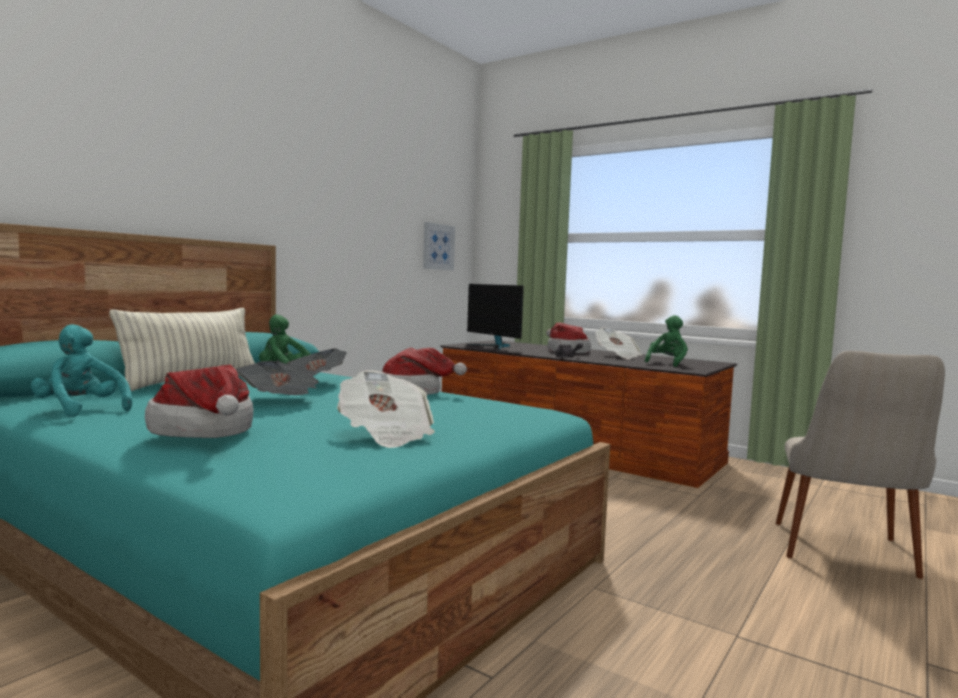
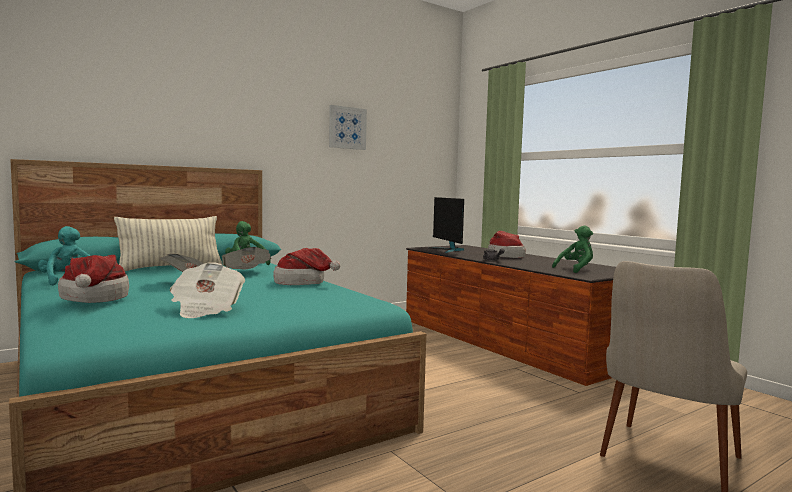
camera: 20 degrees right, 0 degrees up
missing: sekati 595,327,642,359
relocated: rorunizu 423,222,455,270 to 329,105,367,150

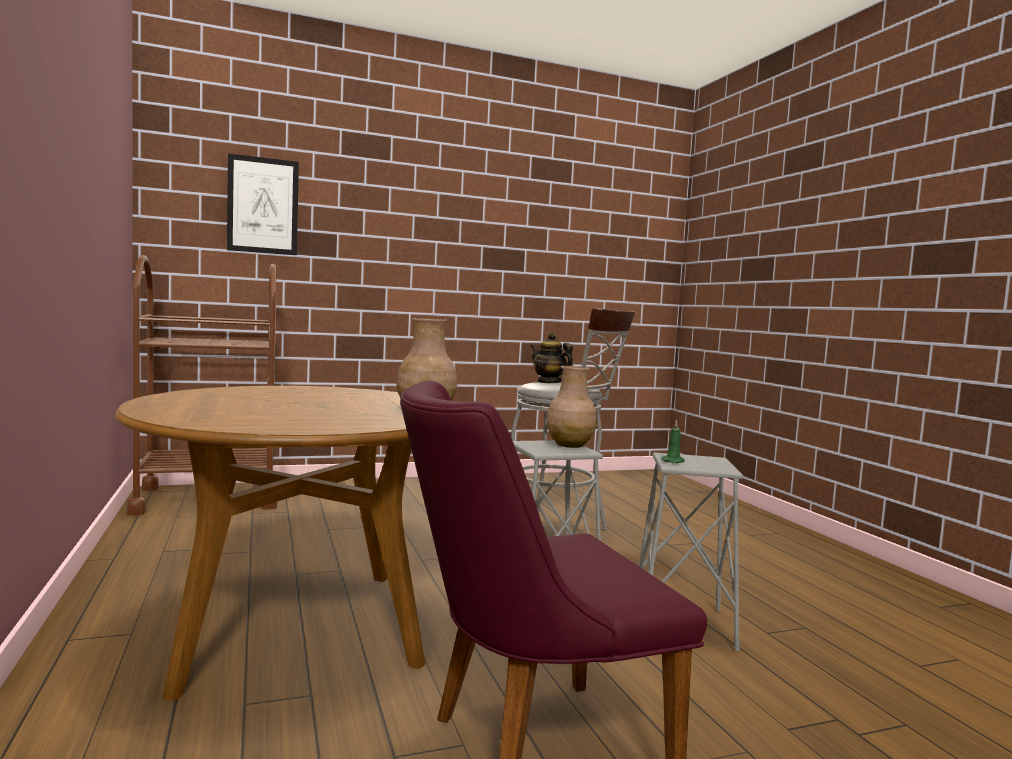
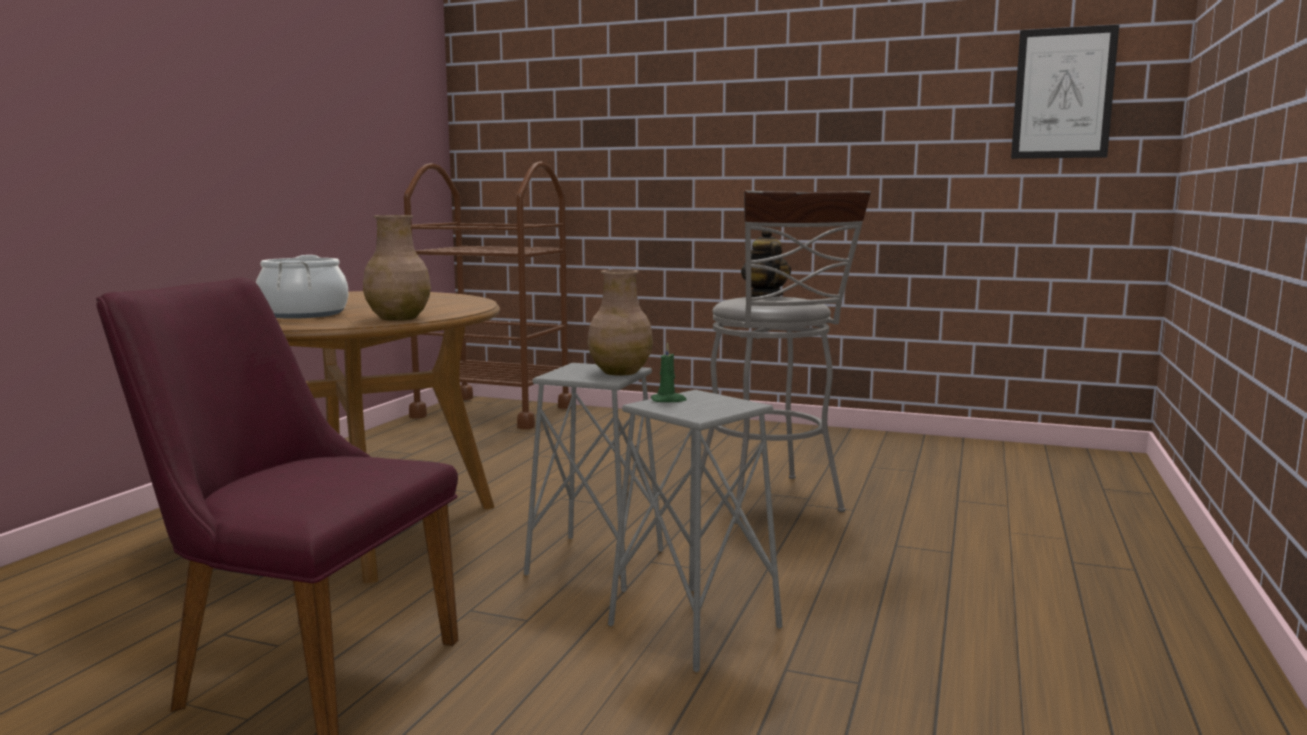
camera: 40 degrees right, 5 degrees up
appeared: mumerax 256,255,348,319
relocated: rorunizu 227,154,299,255 to 1011,25,1119,159

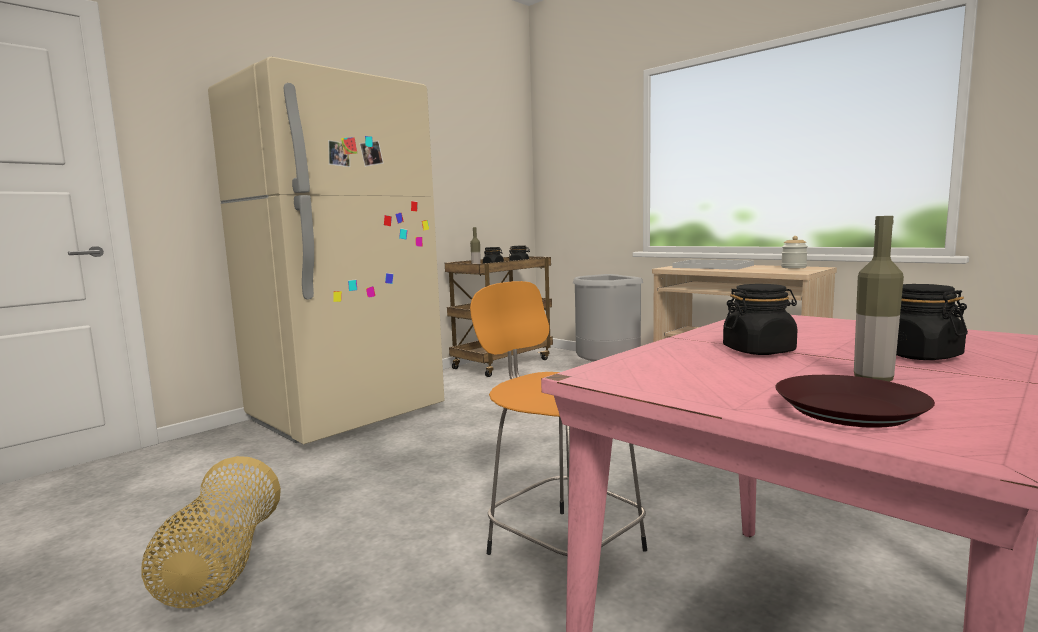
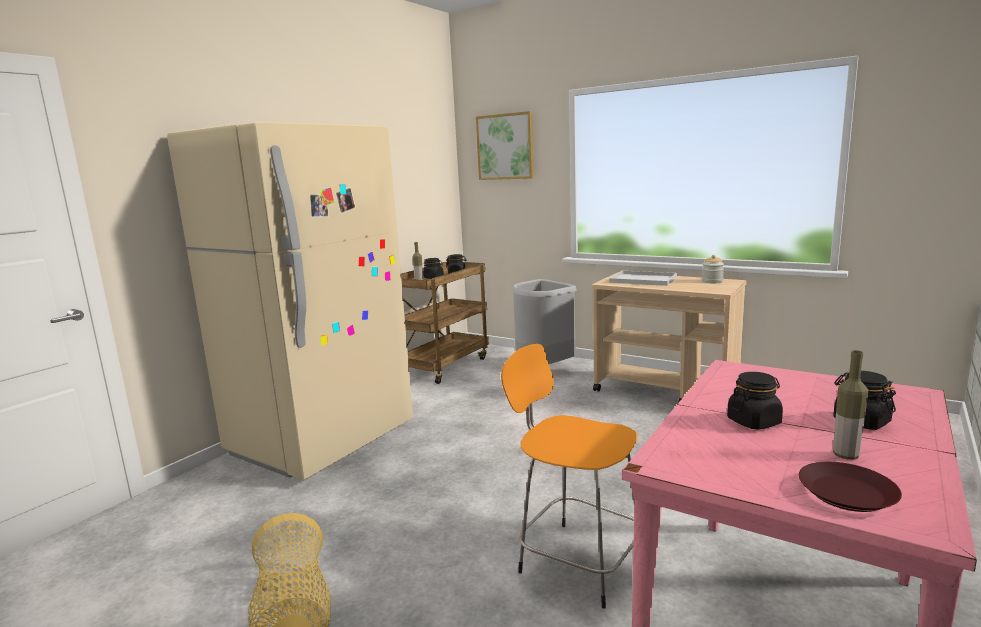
camera: 10 degrees left, 5 degrees up
appeared: rorunizu 476,111,534,180

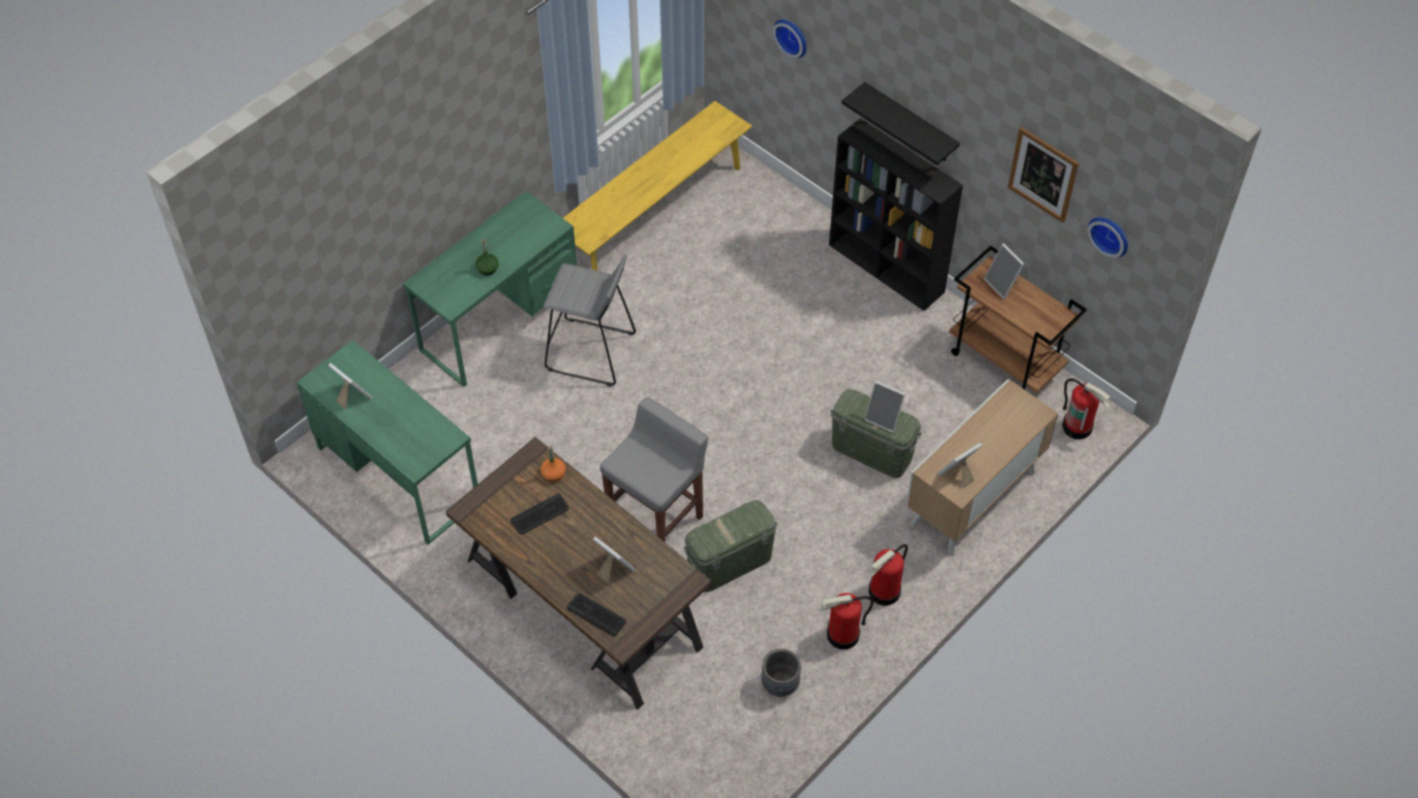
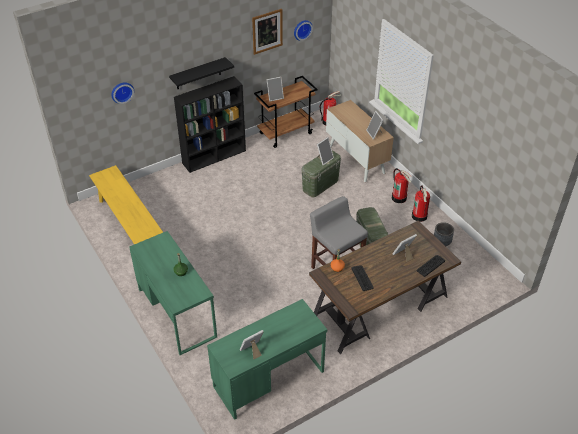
camera: 75 degrees left, 10 degrees down
missing: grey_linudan 544,255,636,386

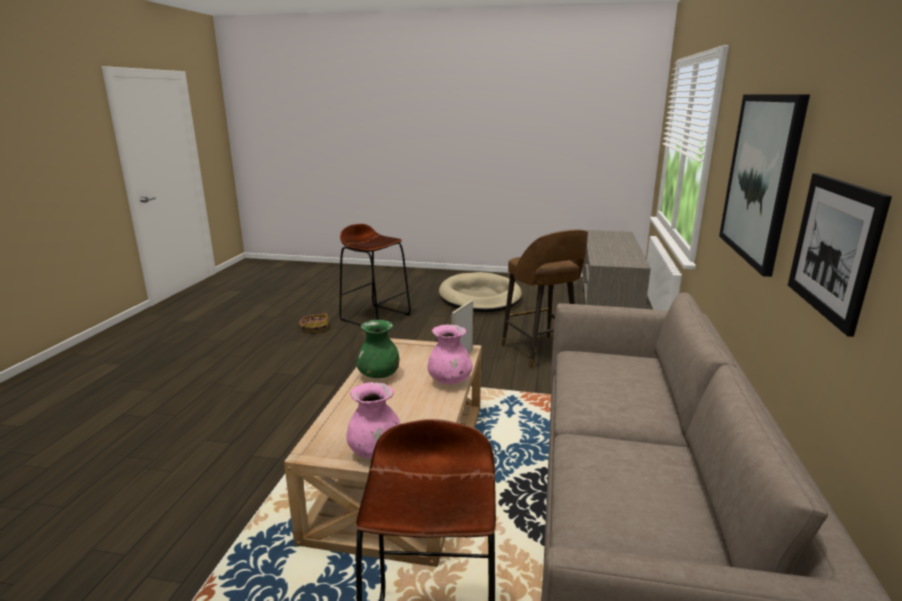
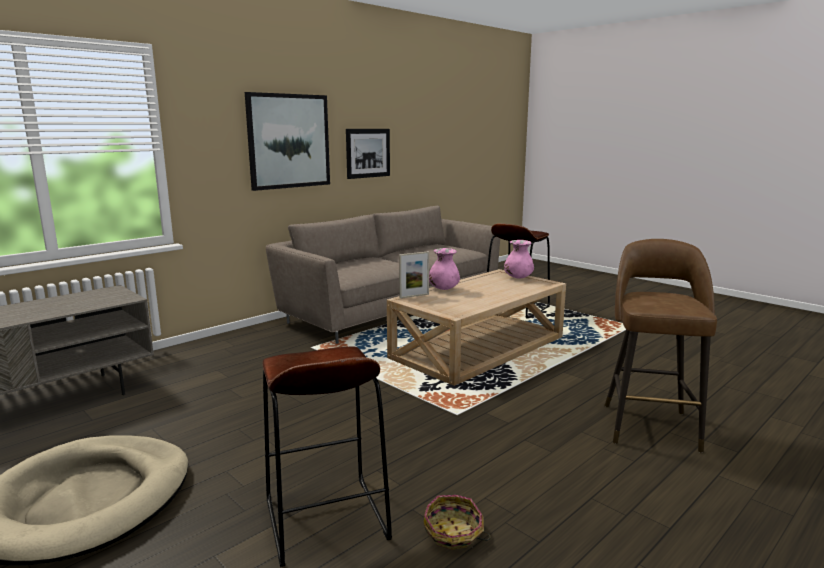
camera: 145 degrees left, 5 degrees down
missing: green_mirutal 356,320,399,378
relocated: brown_linudan 501,229,588,369 to 604,239,717,453

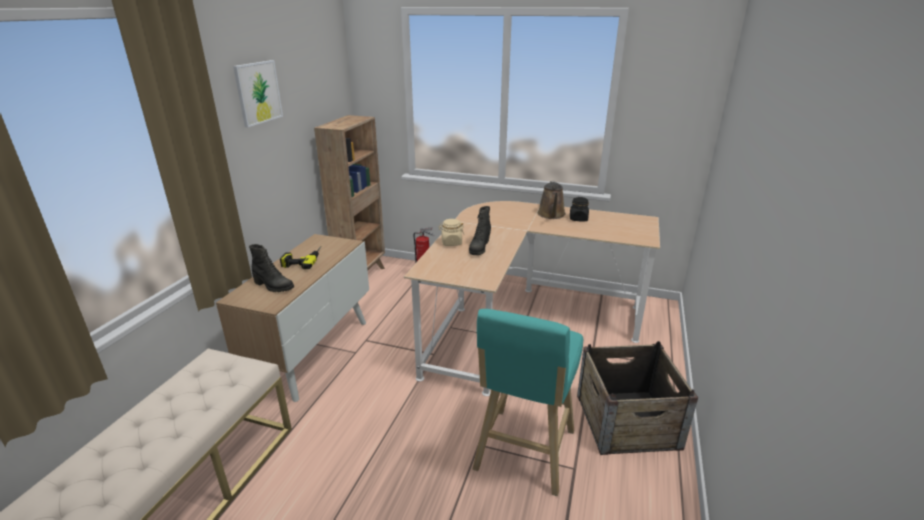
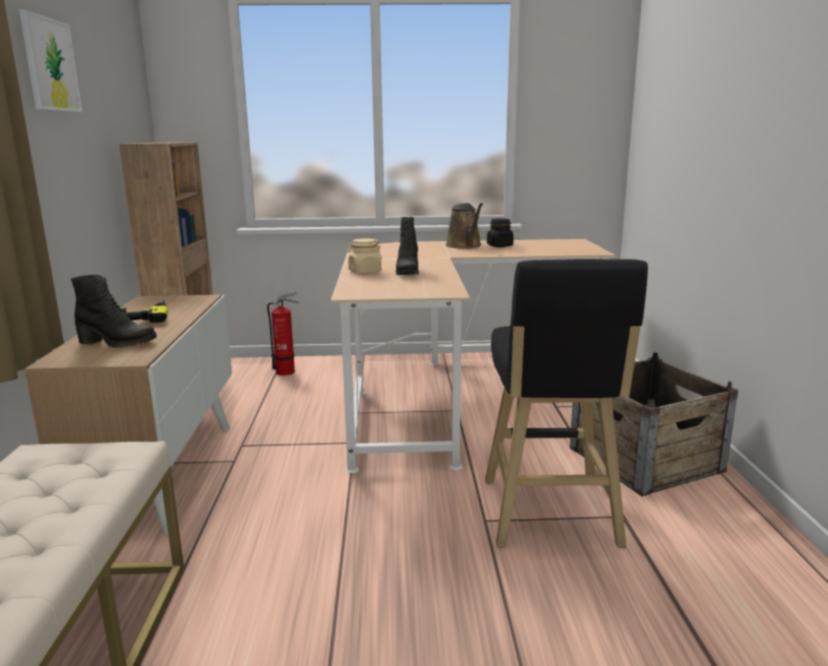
camera: 20 degrees left, 10 degrees down
colour: turquoise_linudan 472,309,583,496 to black_linudan 485,259,648,548

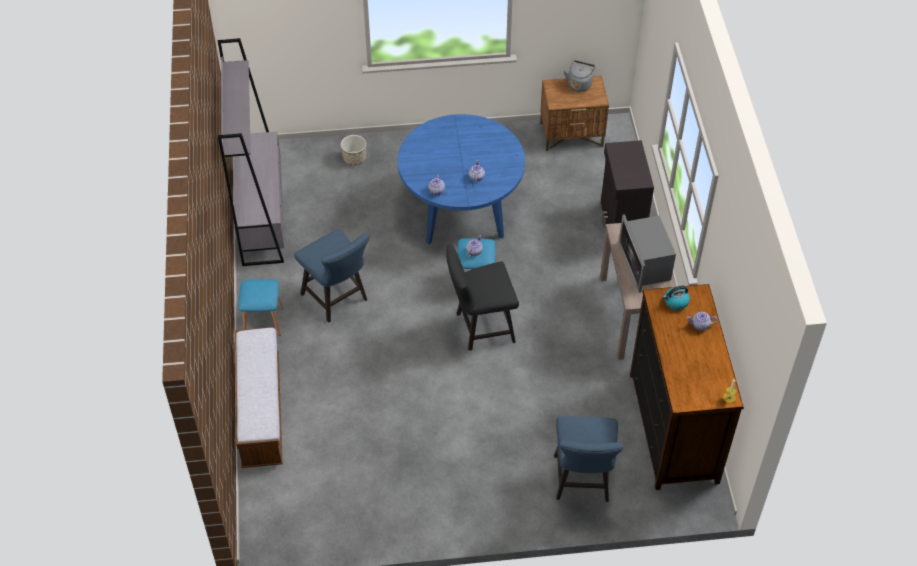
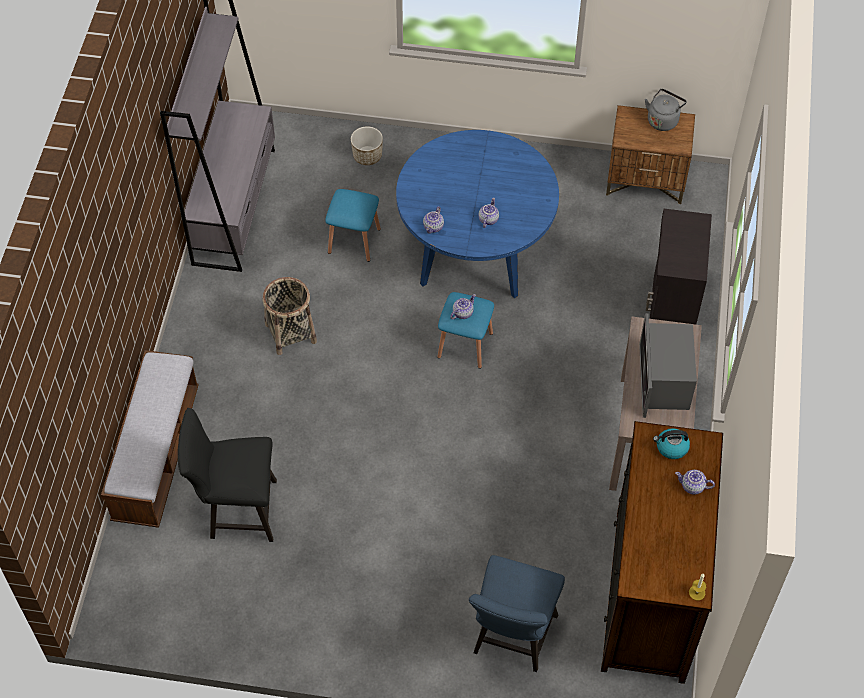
camera: 15 degrees right, 5 degrees up
relocated: blue_linudan 238,279,283,336 to 325,189,381,262; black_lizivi 446,245,519,351 to 178,408,277,542
exchanged: blue_lizivi 294,229,370,322 to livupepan 263,277,317,355

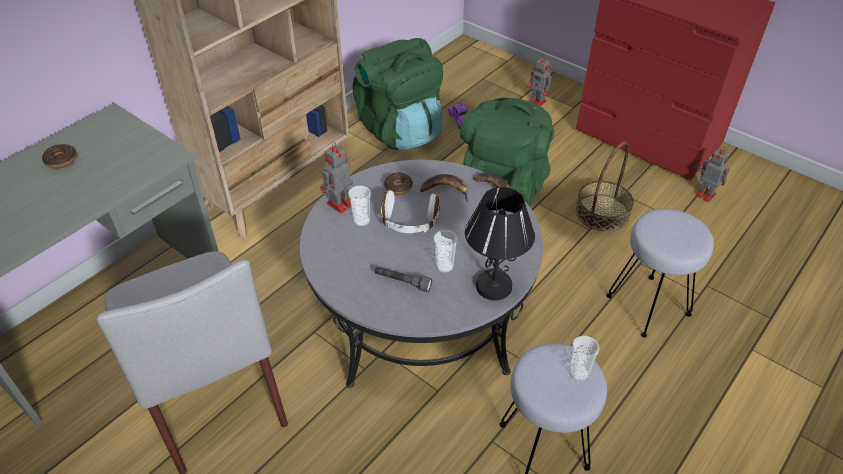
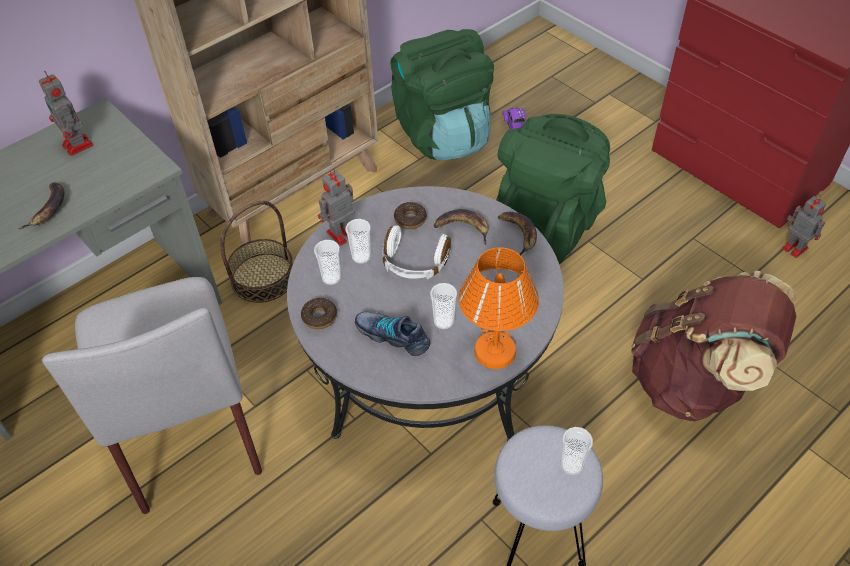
camera: 10 degrees right, 5 degrees up
appeared: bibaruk 18,182,64,229; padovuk 314,240,341,285
relocated: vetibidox 42,144,77,169 to 301,298,337,329; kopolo 527,55,553,106 to 39,70,94,156; livupepan 575,141,634,231 to 220,201,293,303
exchanged: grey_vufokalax 374,266,432,292 to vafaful 355,312,430,356; grey_linudan 606,209,714,337 to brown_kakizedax 631,271,796,421
colour: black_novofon 465,187,535,300 to orange_novofon 459,247,539,369

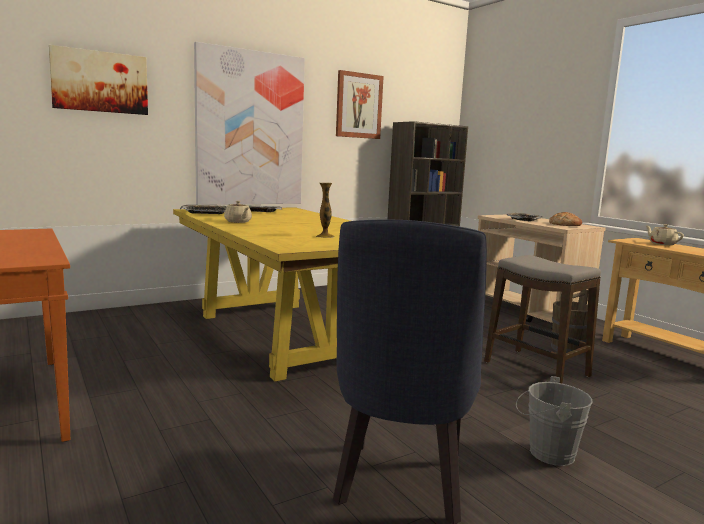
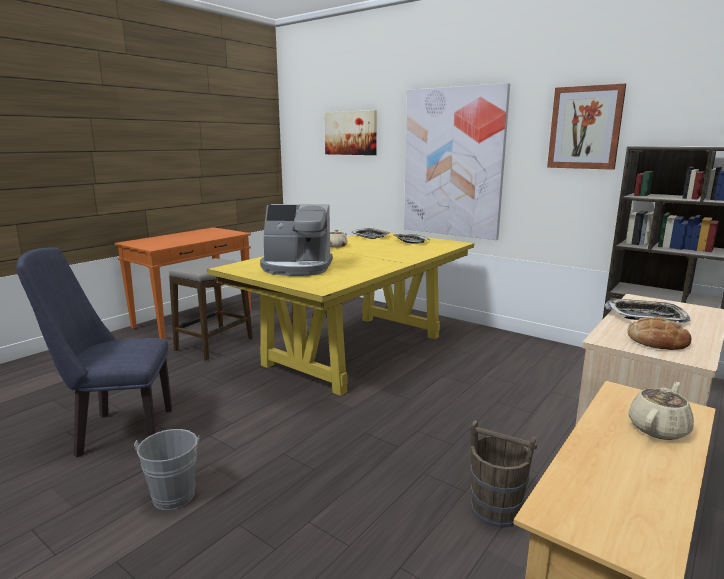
camera: 70 degrees right, 5 degrees up
relocated: linudan 484,255,601,383 to 169,258,253,360
exchanged: mirutal 316,183,335,238 to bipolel 260,204,333,276

